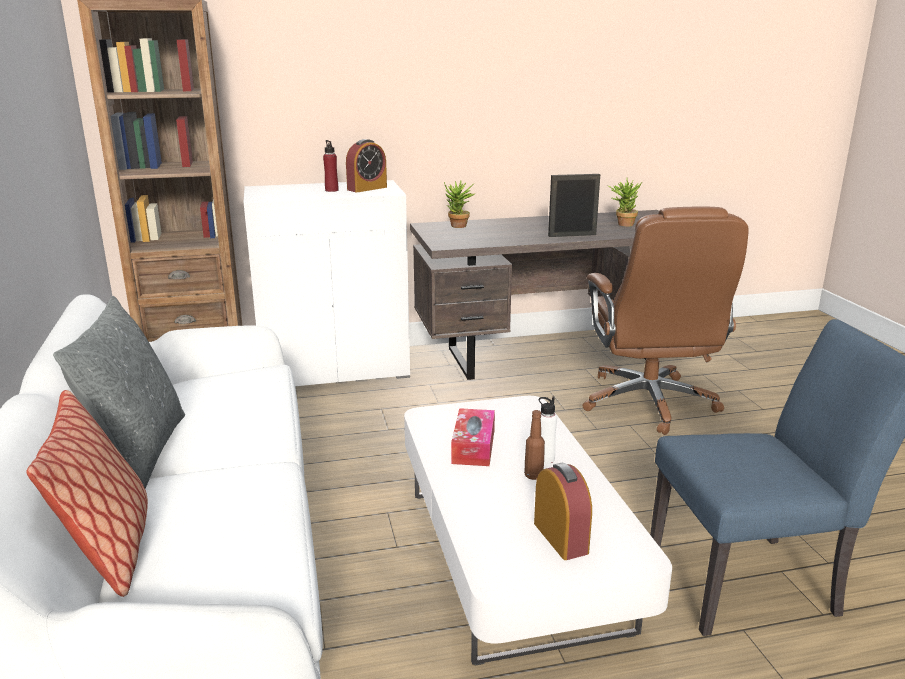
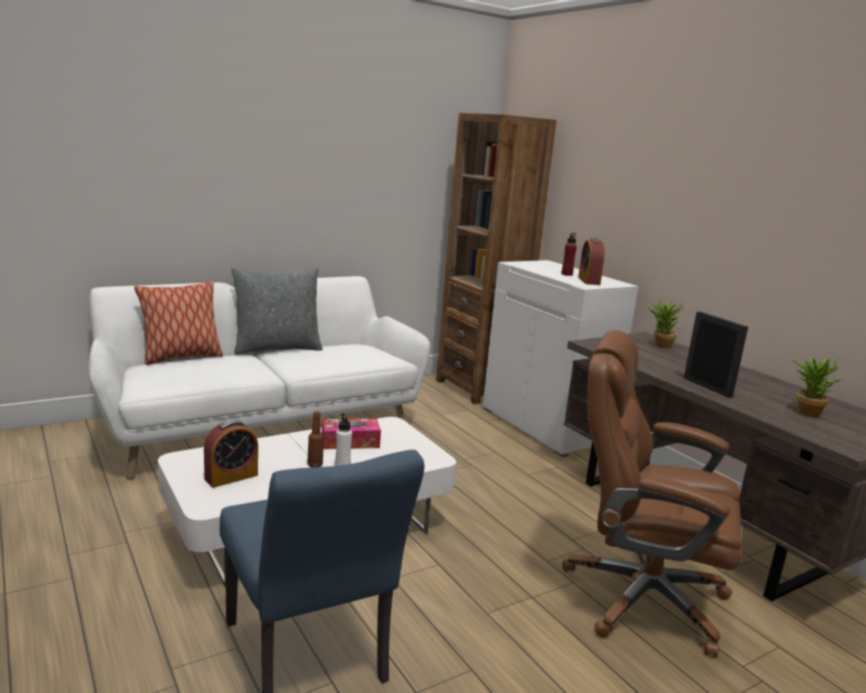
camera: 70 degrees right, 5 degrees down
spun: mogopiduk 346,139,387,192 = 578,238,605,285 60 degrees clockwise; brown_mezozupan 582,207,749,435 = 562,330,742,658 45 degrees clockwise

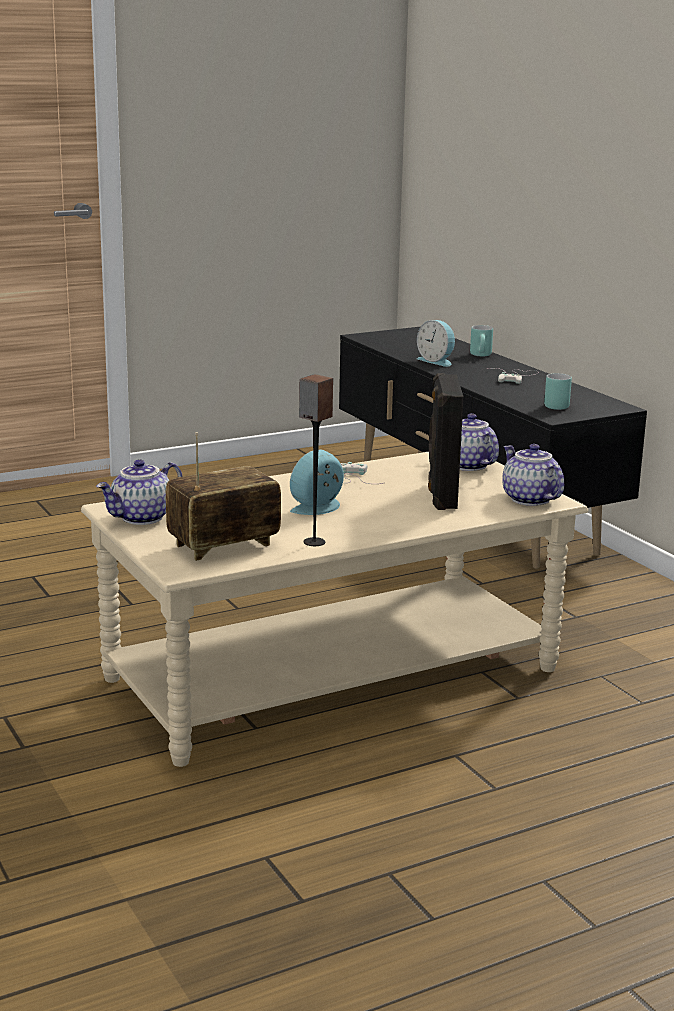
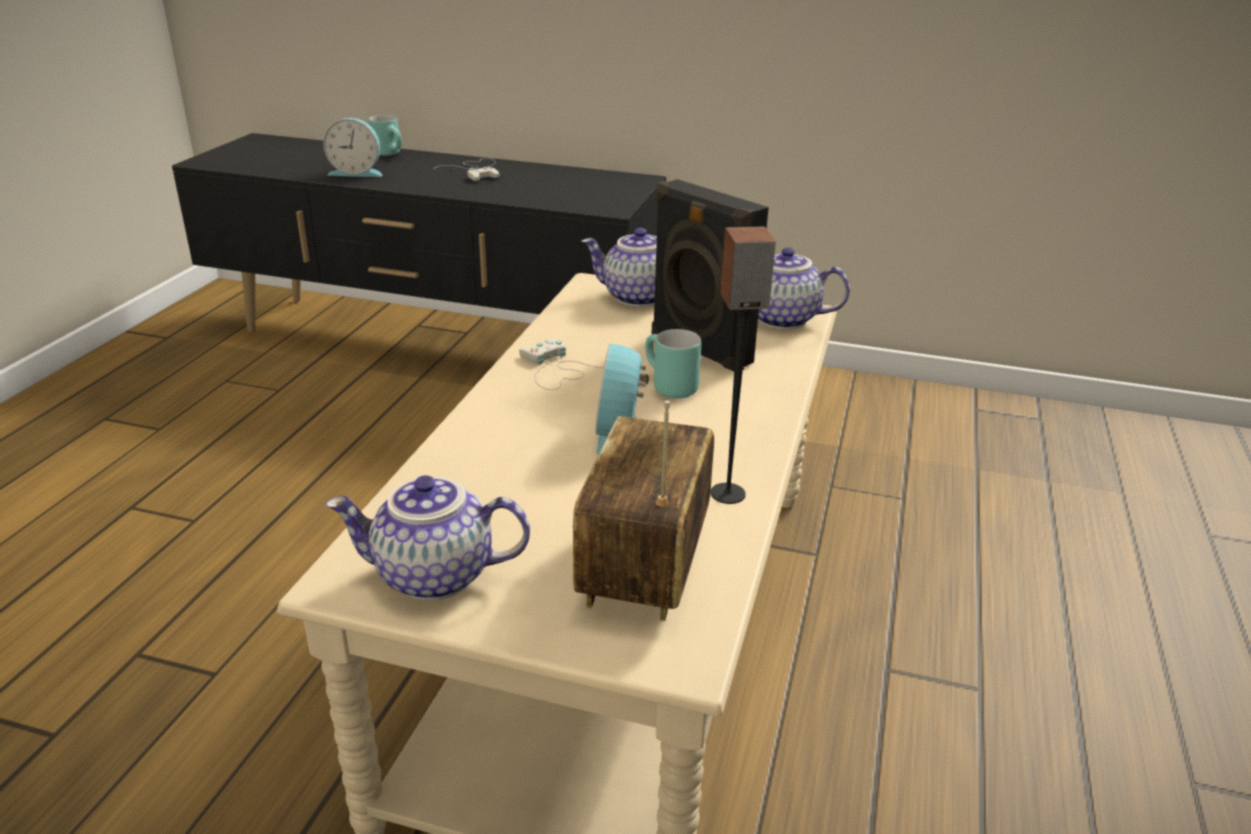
camera: 45 degrees left, 10 degrees up
relocated: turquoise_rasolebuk 544,373,572,410 to 645,329,701,398
spun: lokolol 96,459,183,525 = 326,475,530,601 90 degrees clockwise

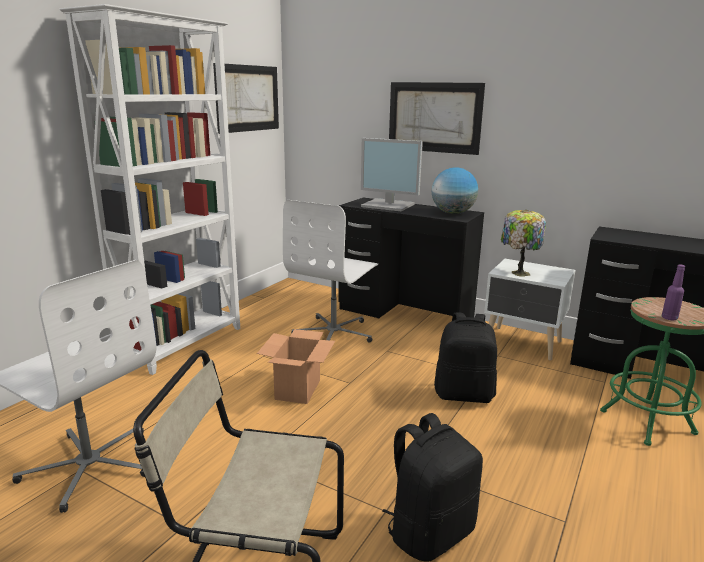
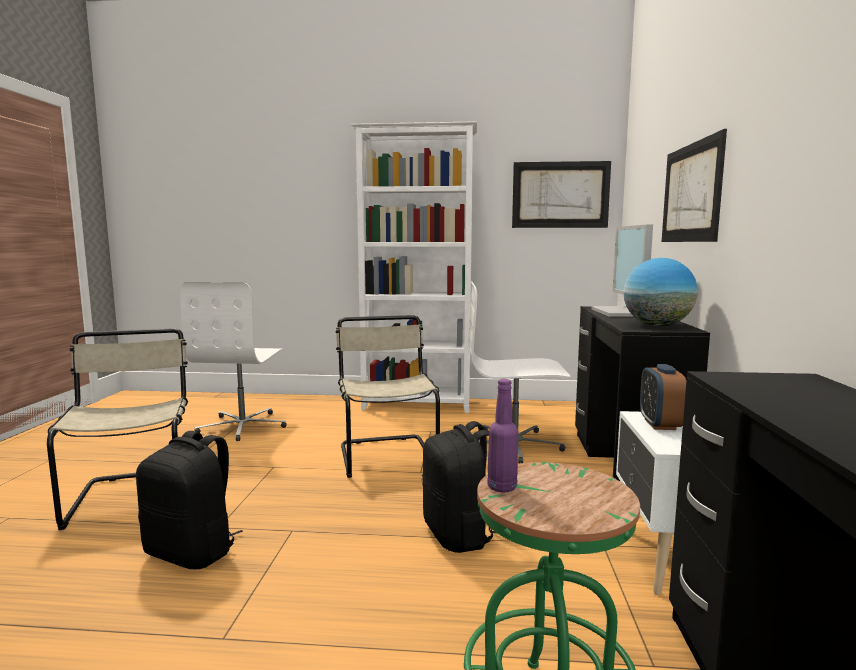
camera: 65 degrees right, 10 degrees down
exchanged: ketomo 257,329,335,404 to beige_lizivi 335,315,440,478; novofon 501,210,546,277 to mogopiduk 640,364,686,430

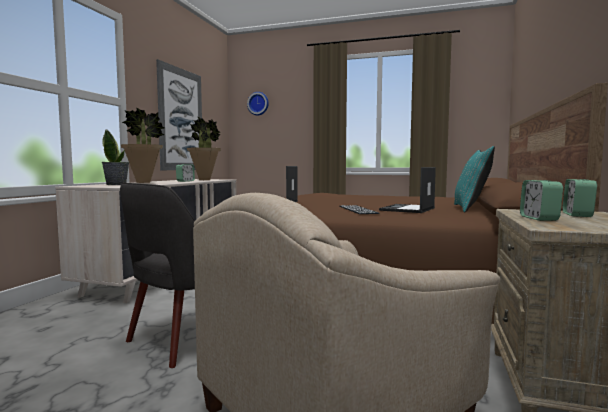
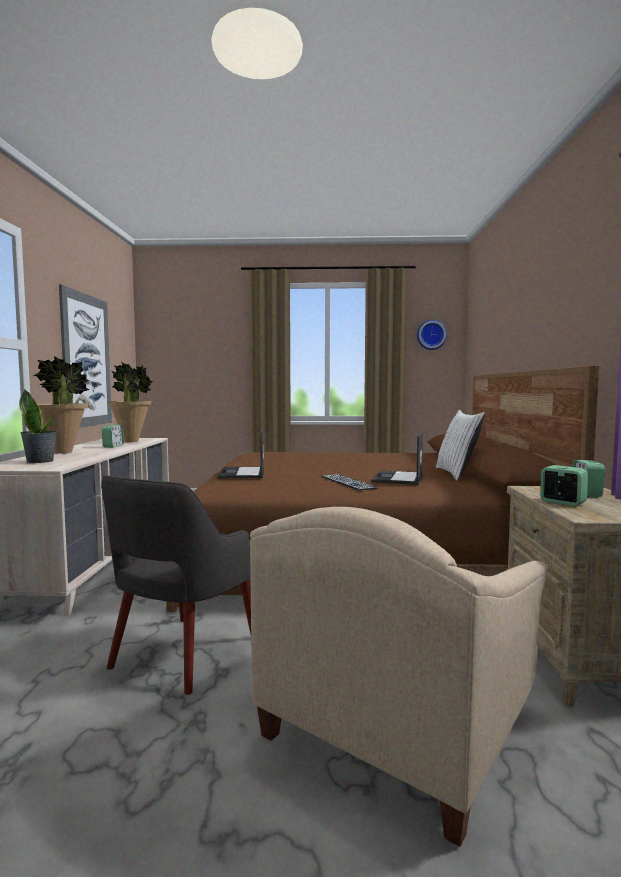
camera: 15 degrees left, 0 degrees up
relocated: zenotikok 247,92,269,115 to 417,320,447,350
colour: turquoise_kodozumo 454,146,495,212 to white_kodozumo 436,410,485,481
spun: mogopiduk 520,180,563,221 = 540,465,588,506 150 degrees clockwise

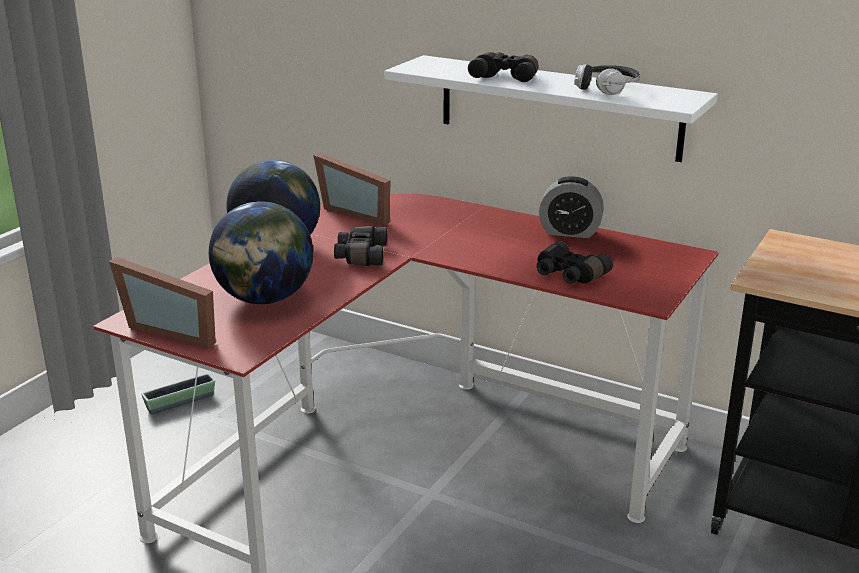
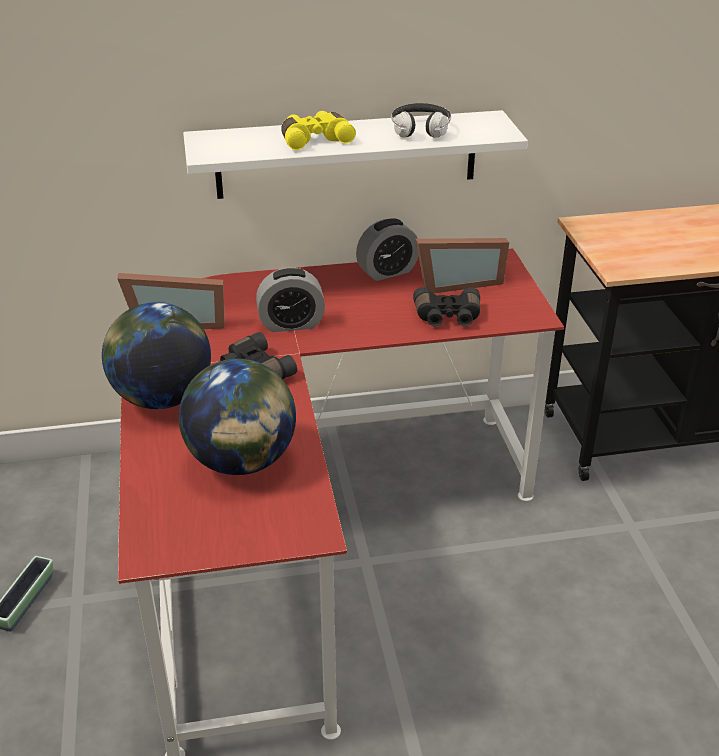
camera: 40 degrees left, 10 degrees up
appeared: mogopiduk 256,268,325,332
relocated: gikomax 109,257,216,348 to 416,238,509,294
colour: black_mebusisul 468,52,539,82 to yellow_mebusisul 281,111,356,150

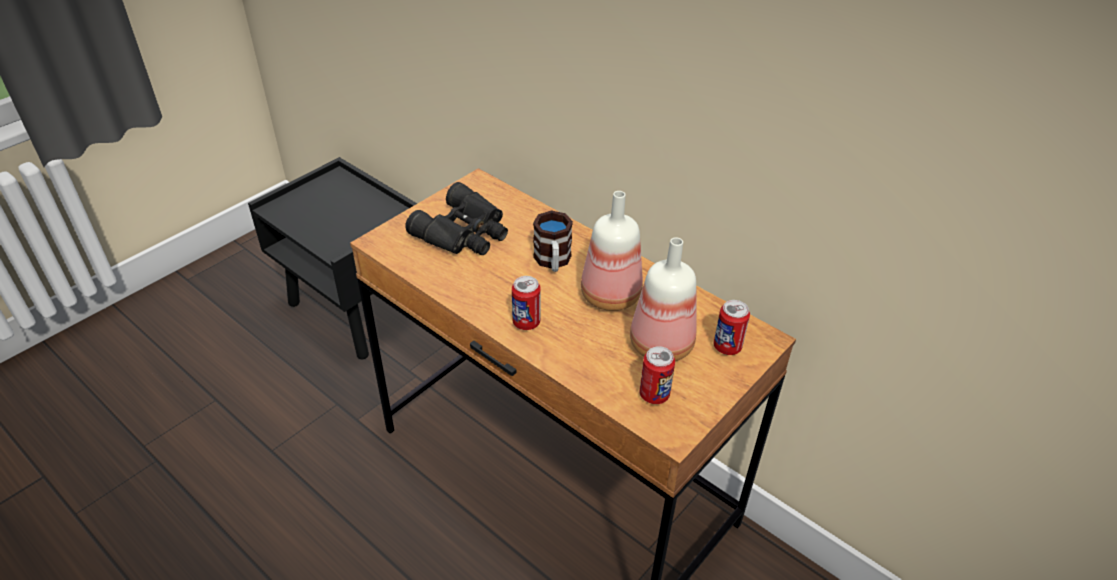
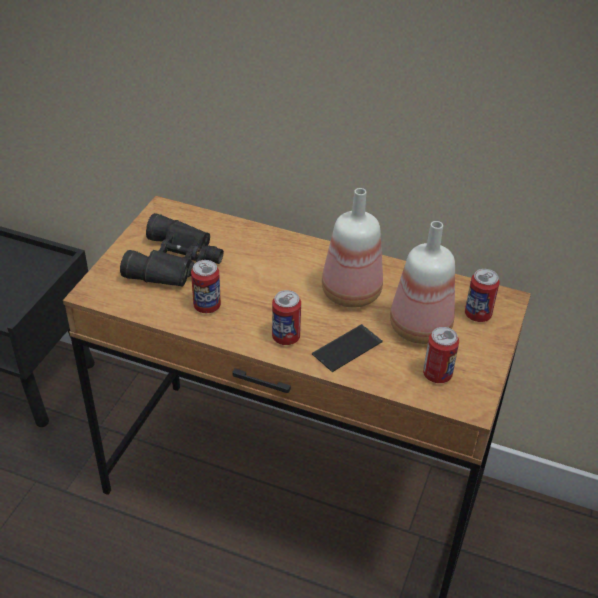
camera: 20 degrees left, 0 degrees up
missing: rasolebuk 533,210,573,272
appeared: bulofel 191,260,221,313; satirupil 312,324,383,372

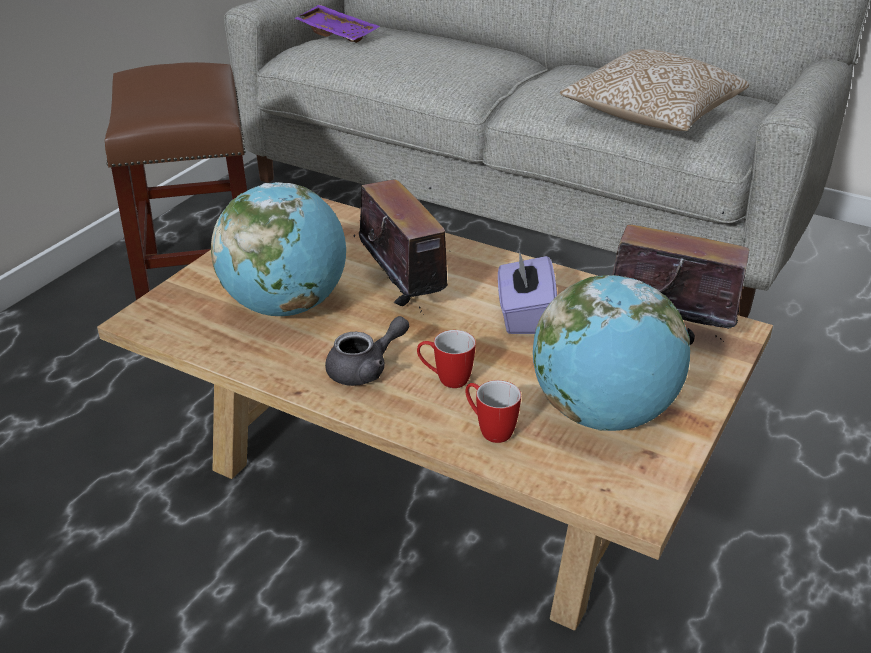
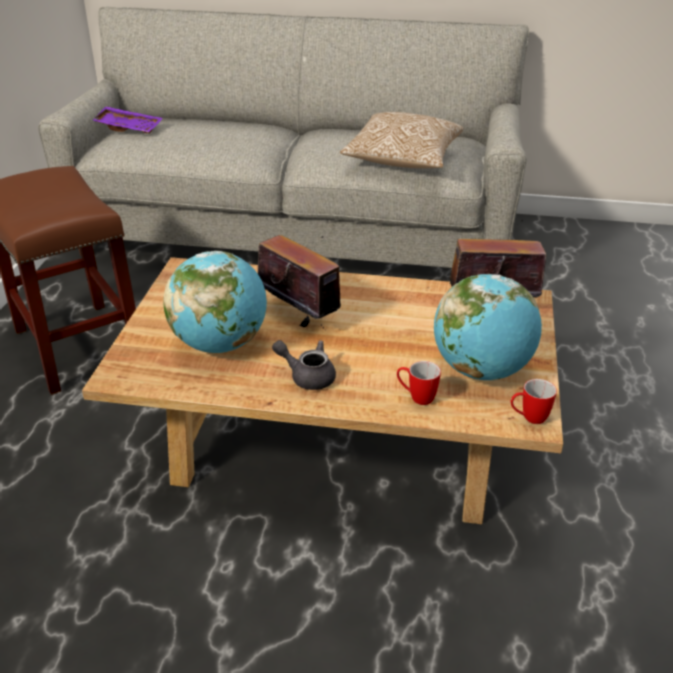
camera: 20 degrees left, 0 degrees up
missing: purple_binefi 498,250,557,334
relocated: rasolebuk 417,330,476,388 to 511,379,557,424
spun: grey_lokolol 325,316,409,386 = 272,340,336,390 105 degrees counterclockwise

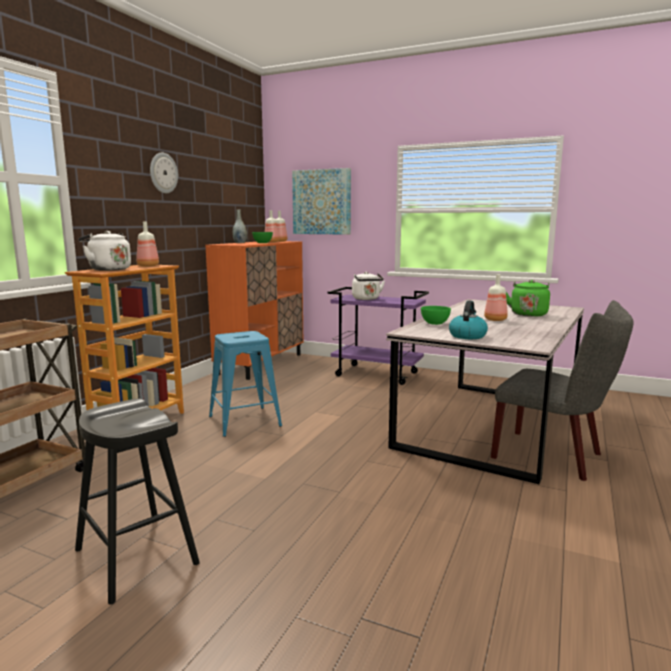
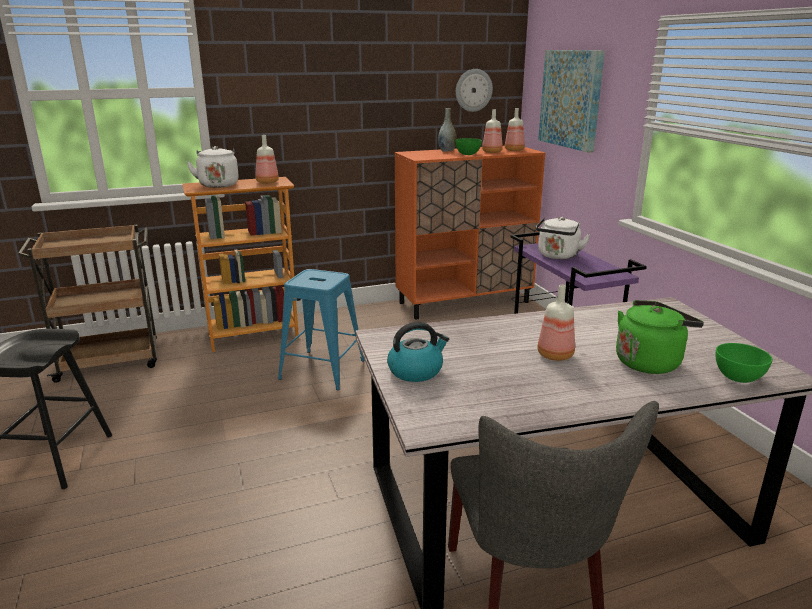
camera: 45 degrees right, 10 degrees up
relocated: zenotikok 150,153,178,193 to 456,69,493,112; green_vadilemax 421,306,451,325 to 715,343,773,383

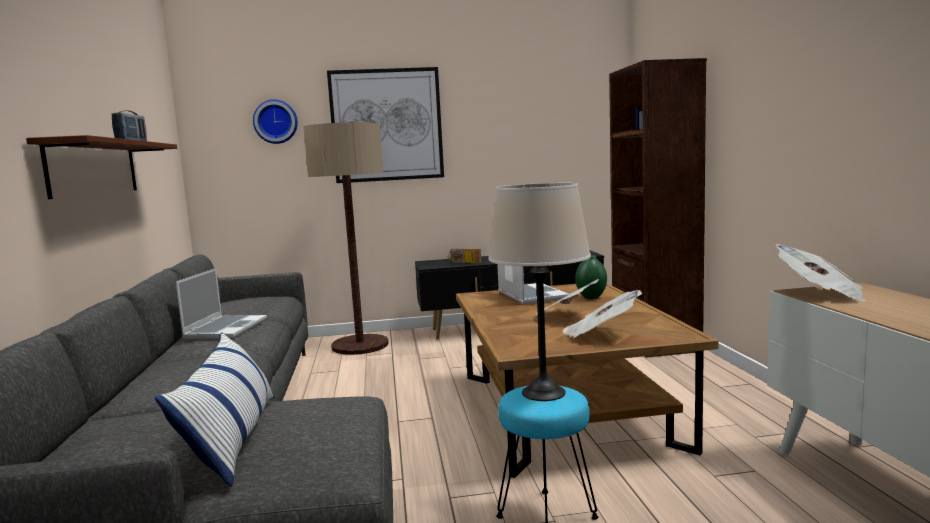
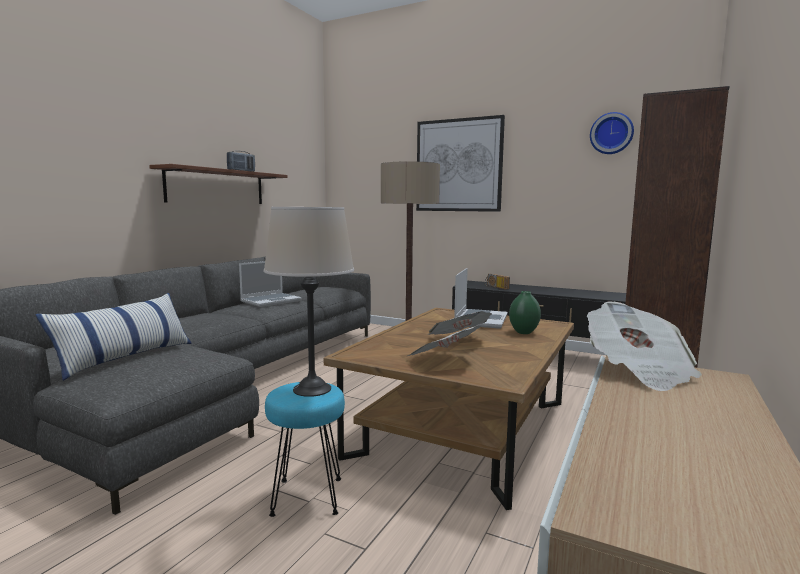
camera: 35 degrees right, 0 degrees up
relocated: zenotikok 253,99,298,144 to 590,112,634,154

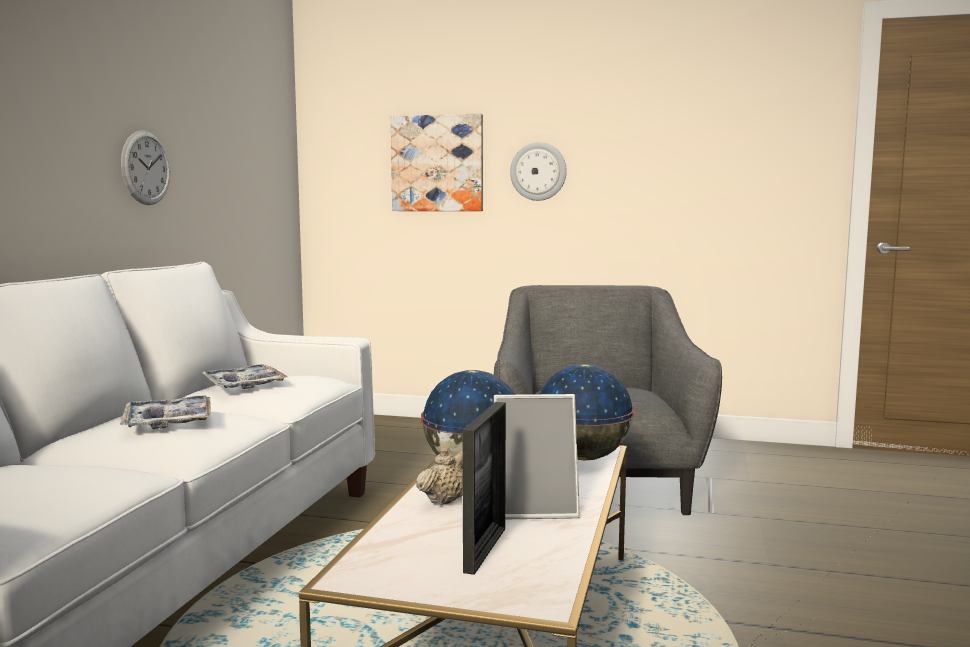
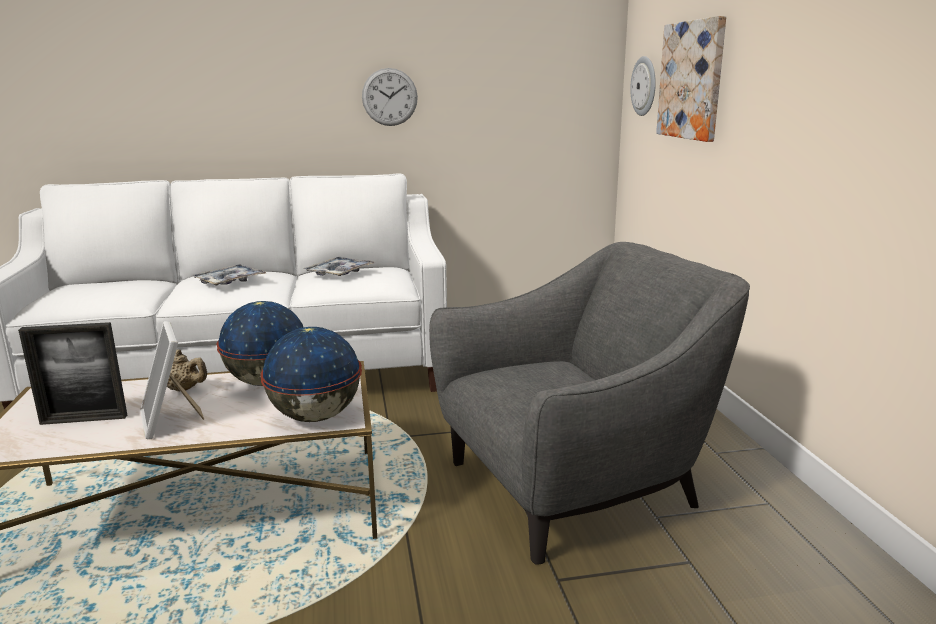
camera: 65 degrees right, 10 degrees up
relocated: zenotikok 510,142,567,201 to 630,56,656,116

